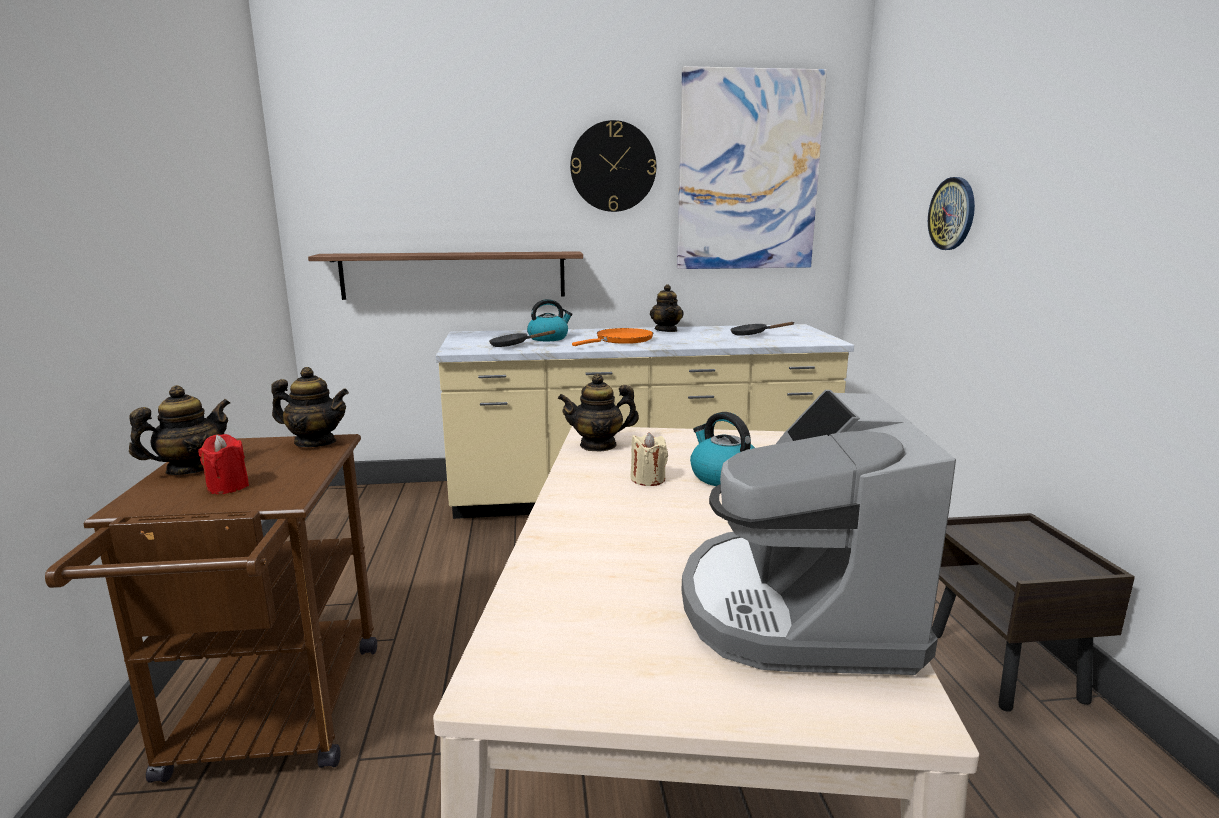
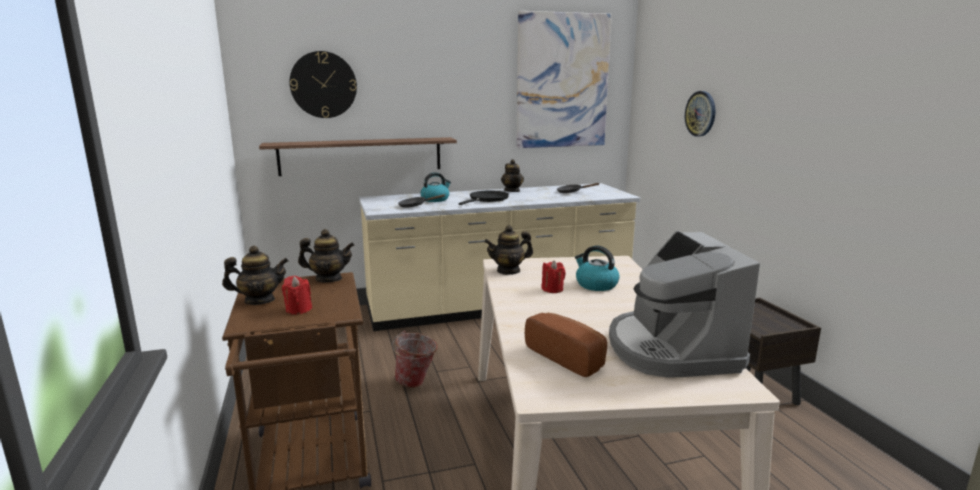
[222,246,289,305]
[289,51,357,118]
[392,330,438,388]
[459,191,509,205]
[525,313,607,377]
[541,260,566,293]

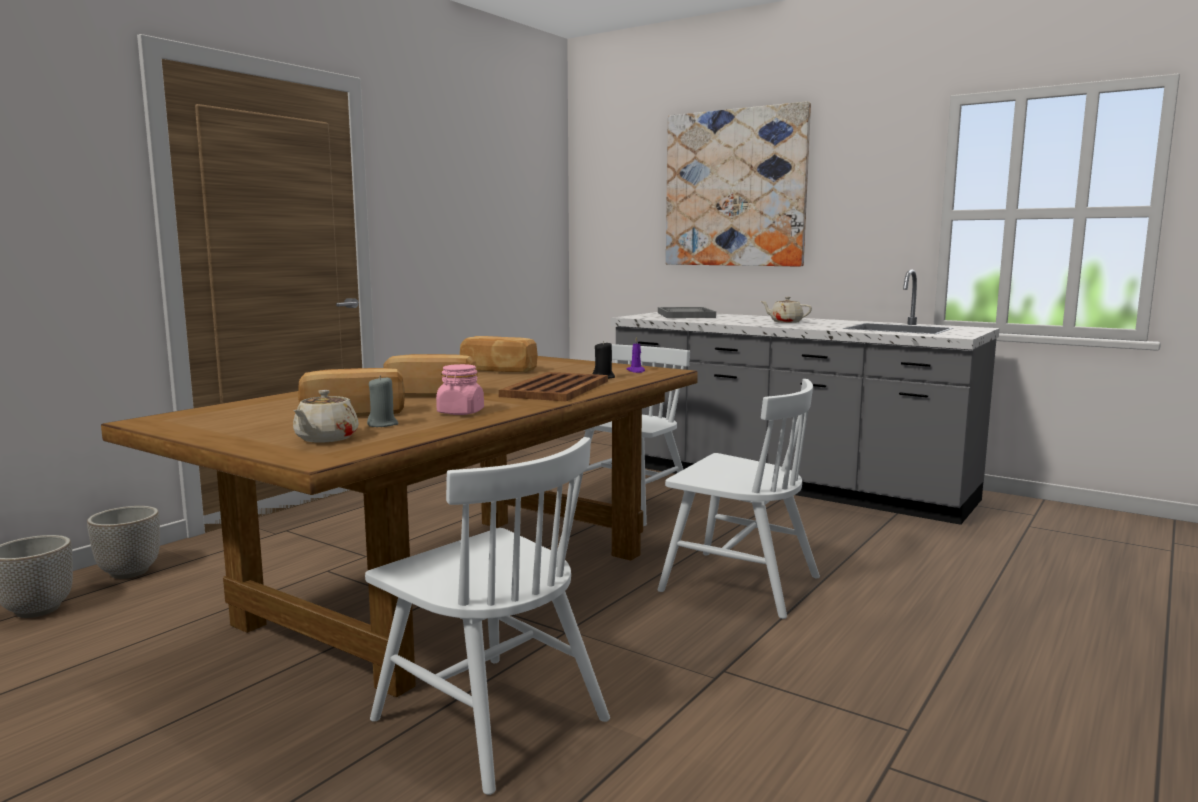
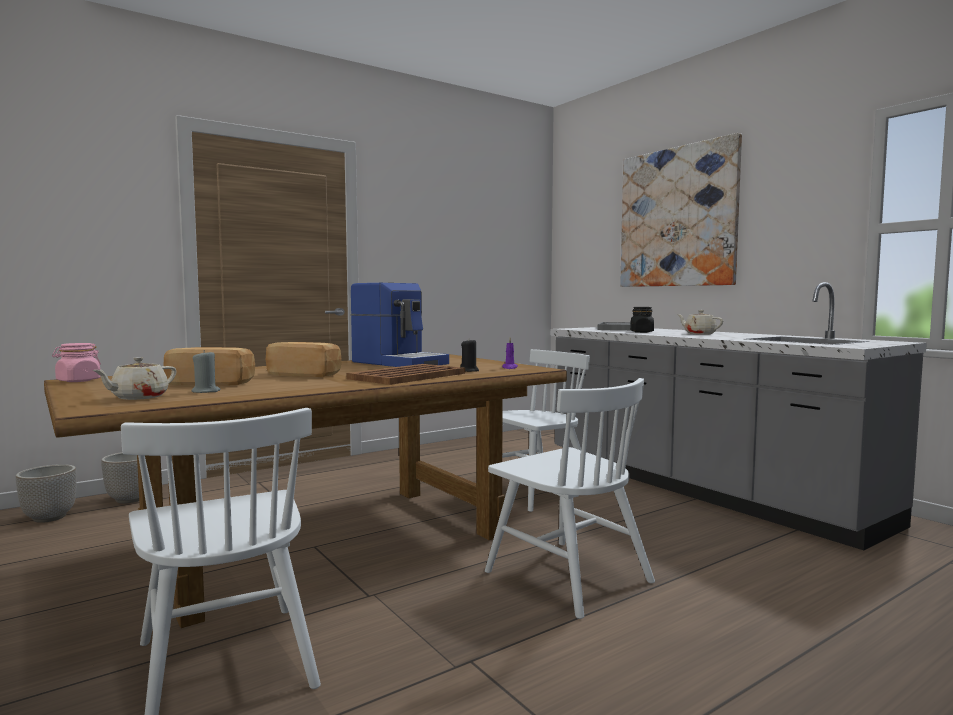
[52,343,101,382]
[351,283,449,367]
[630,307,654,333]

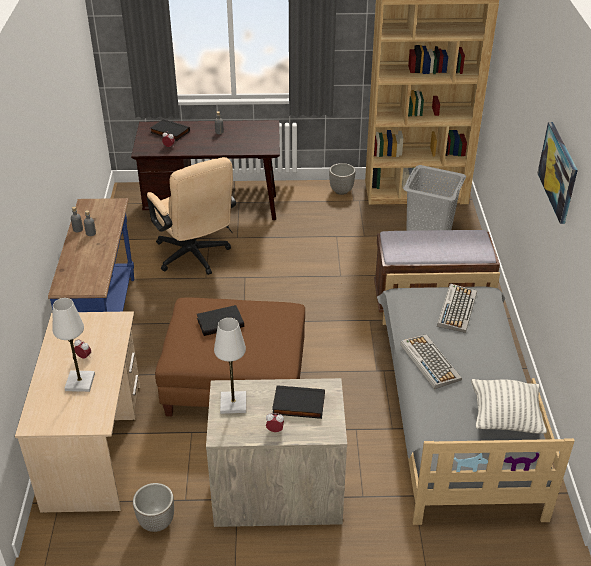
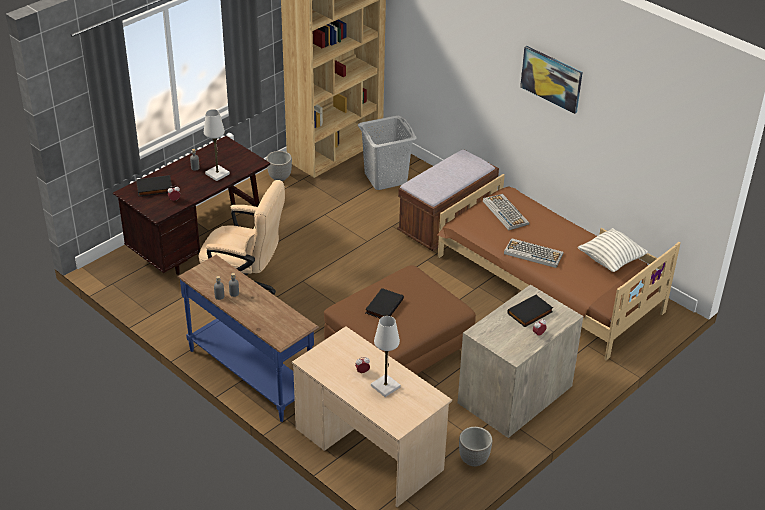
[204,109,230,181]
[437,174,680,360]

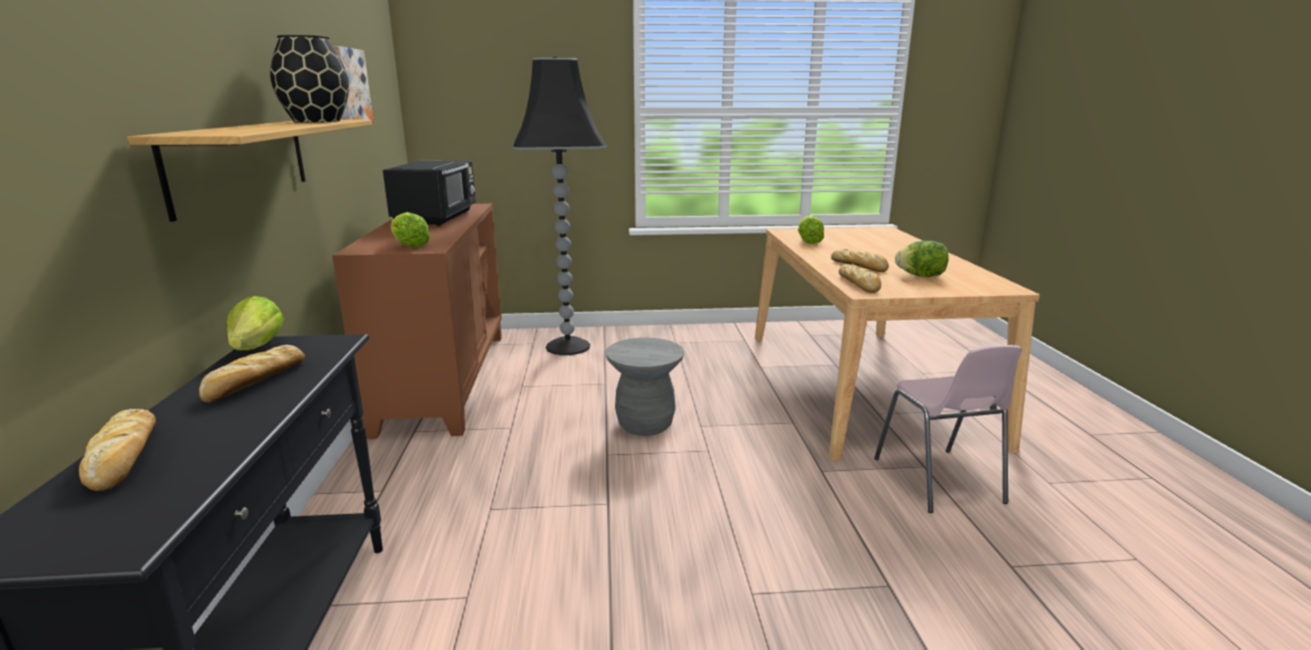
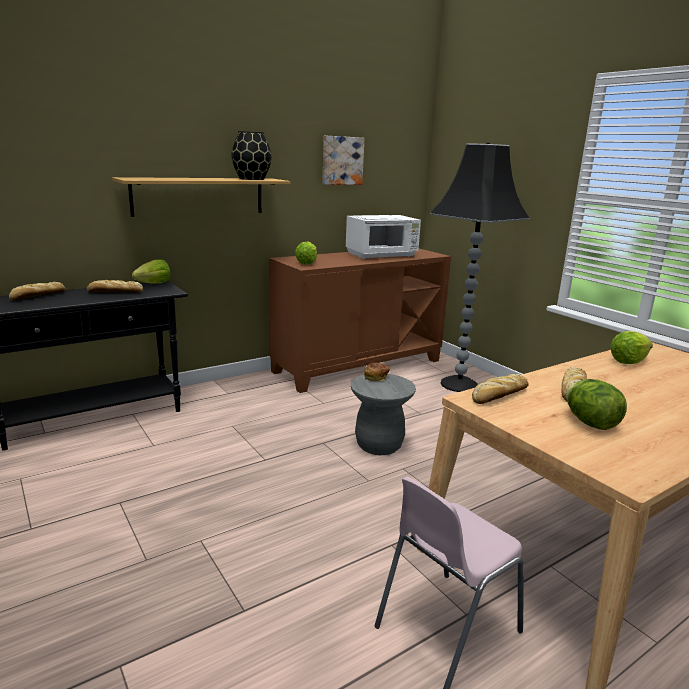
[346,215,421,259]
[364,363,390,381]

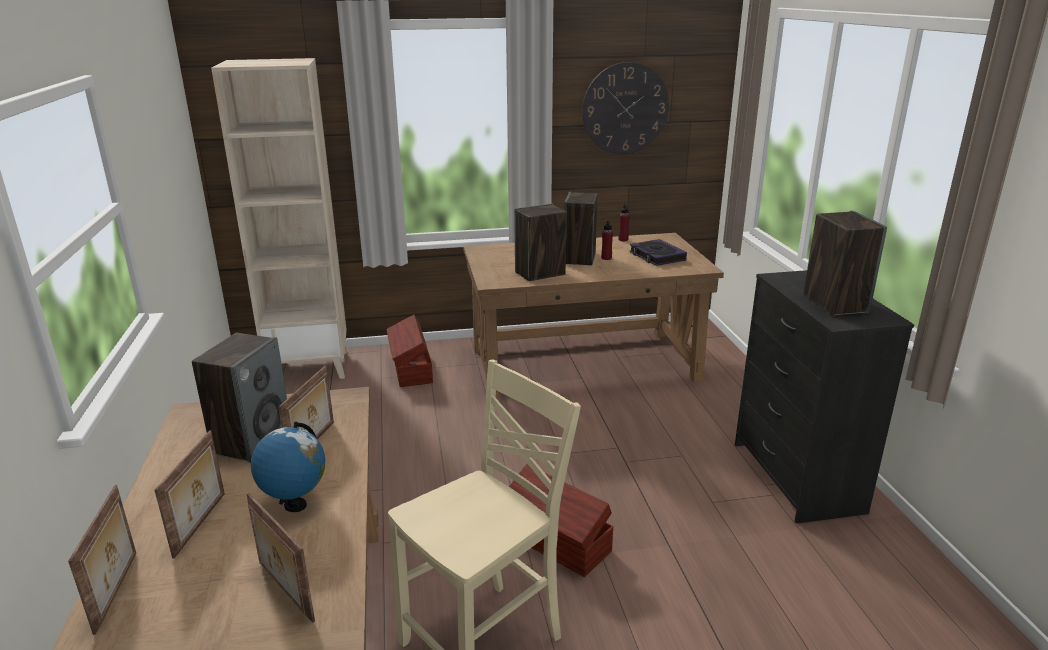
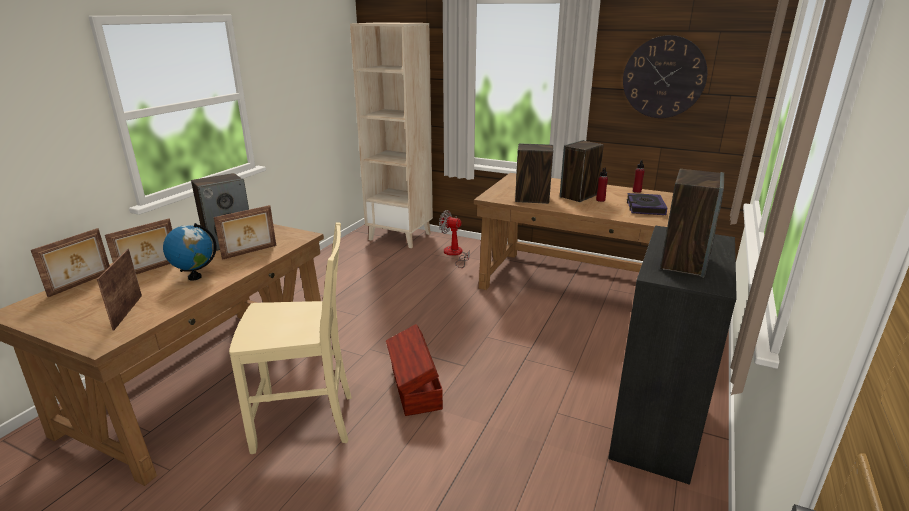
[439,210,470,268]

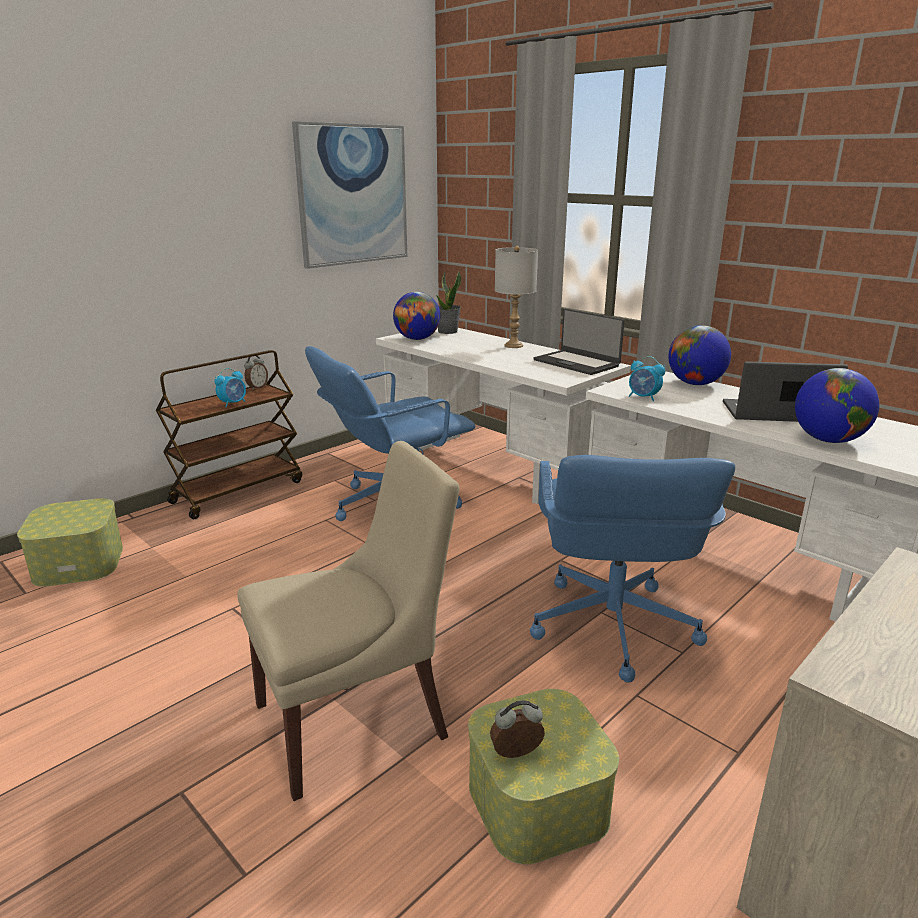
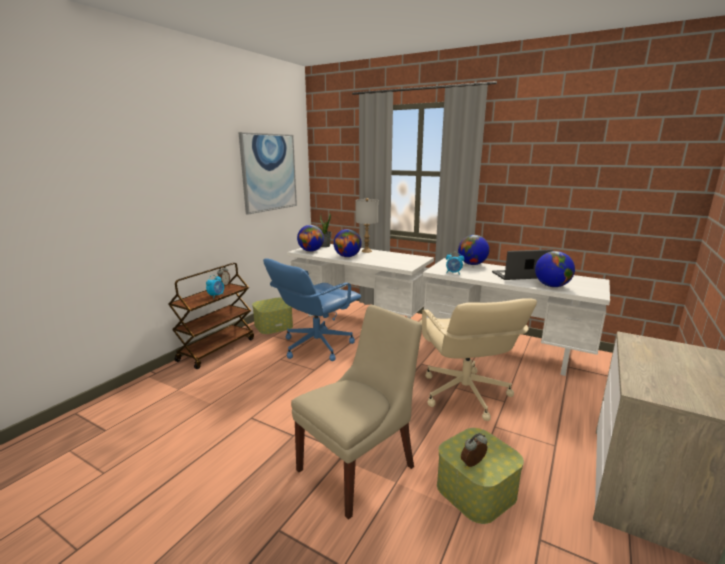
[252,298,293,334]
[333,229,362,257]
[419,298,537,421]
[533,308,625,375] (first image)

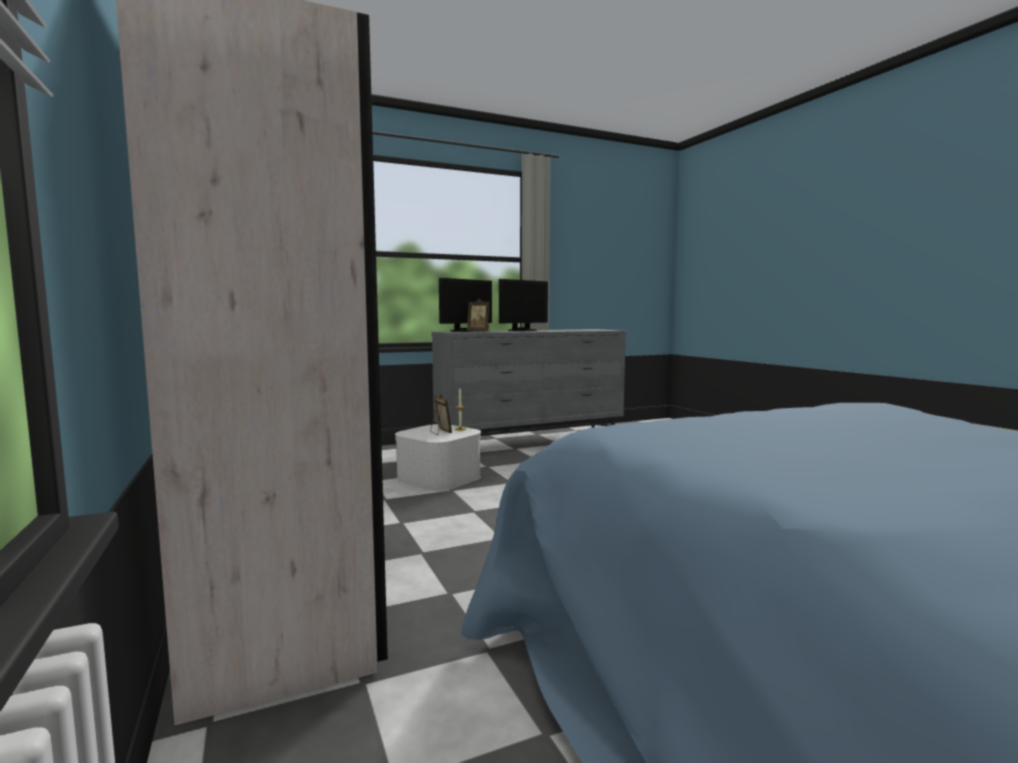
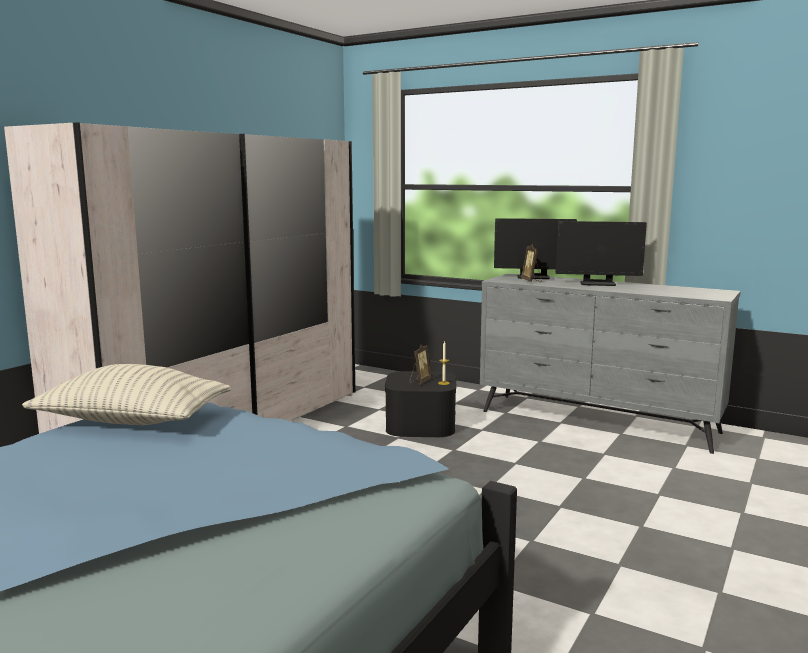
[22,364,231,425]
[385,371,457,437]

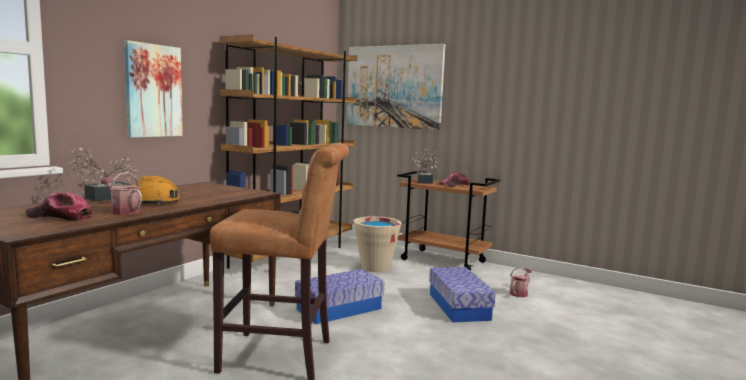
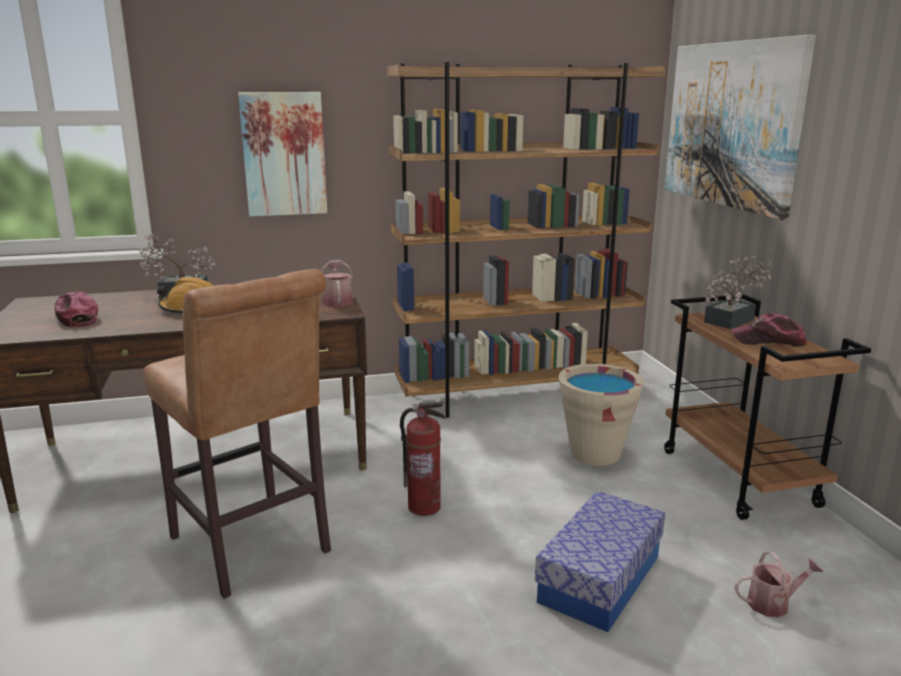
[321,260,353,307]
[400,401,446,516]

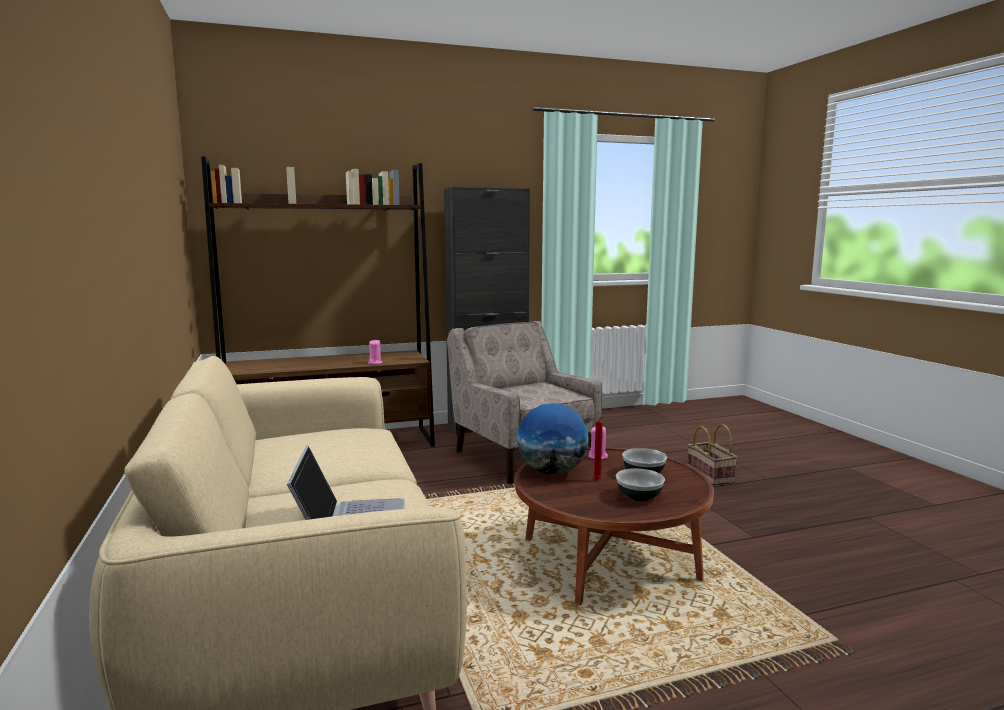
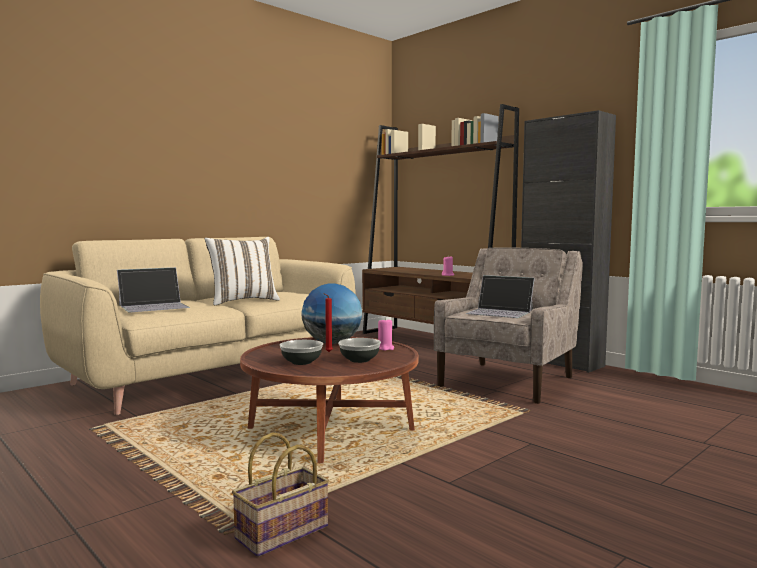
[205,237,280,305]
[232,433,329,557]
[466,275,535,318]

